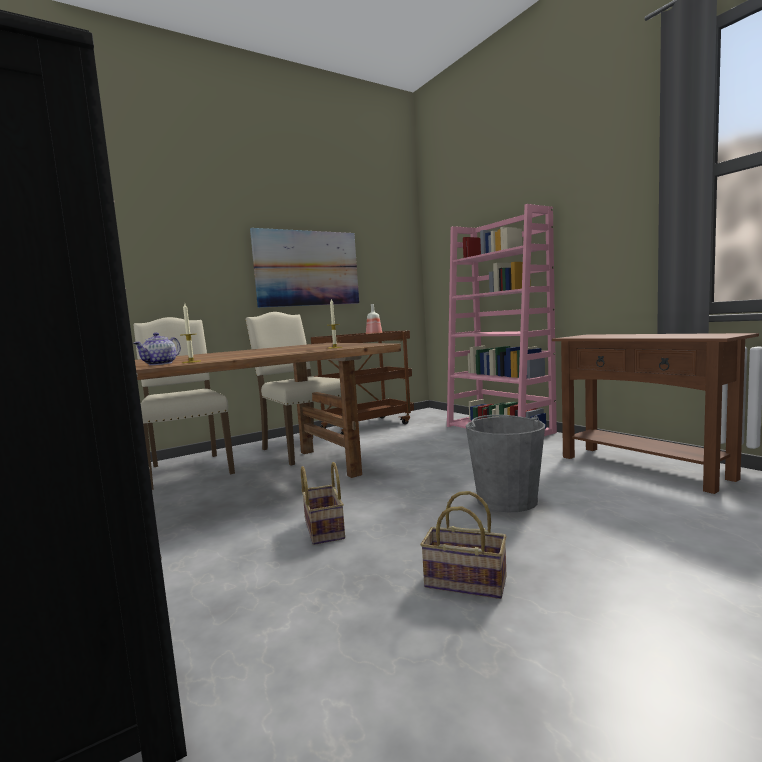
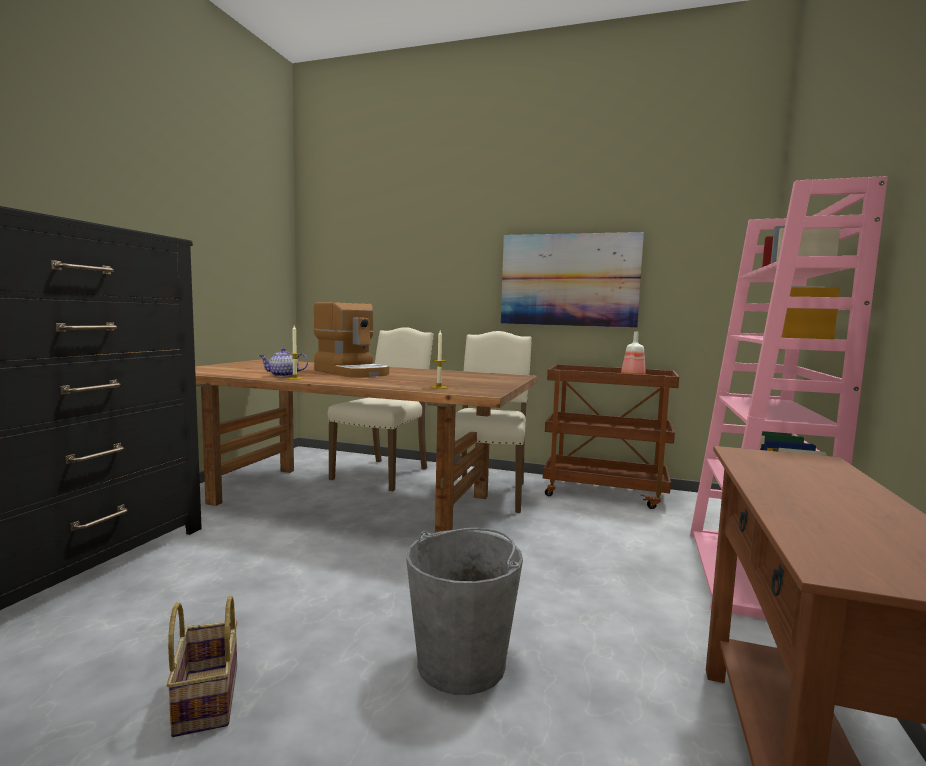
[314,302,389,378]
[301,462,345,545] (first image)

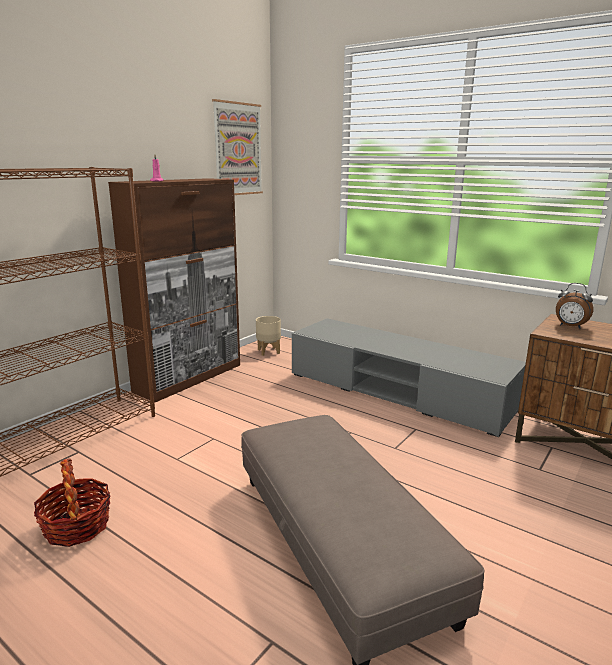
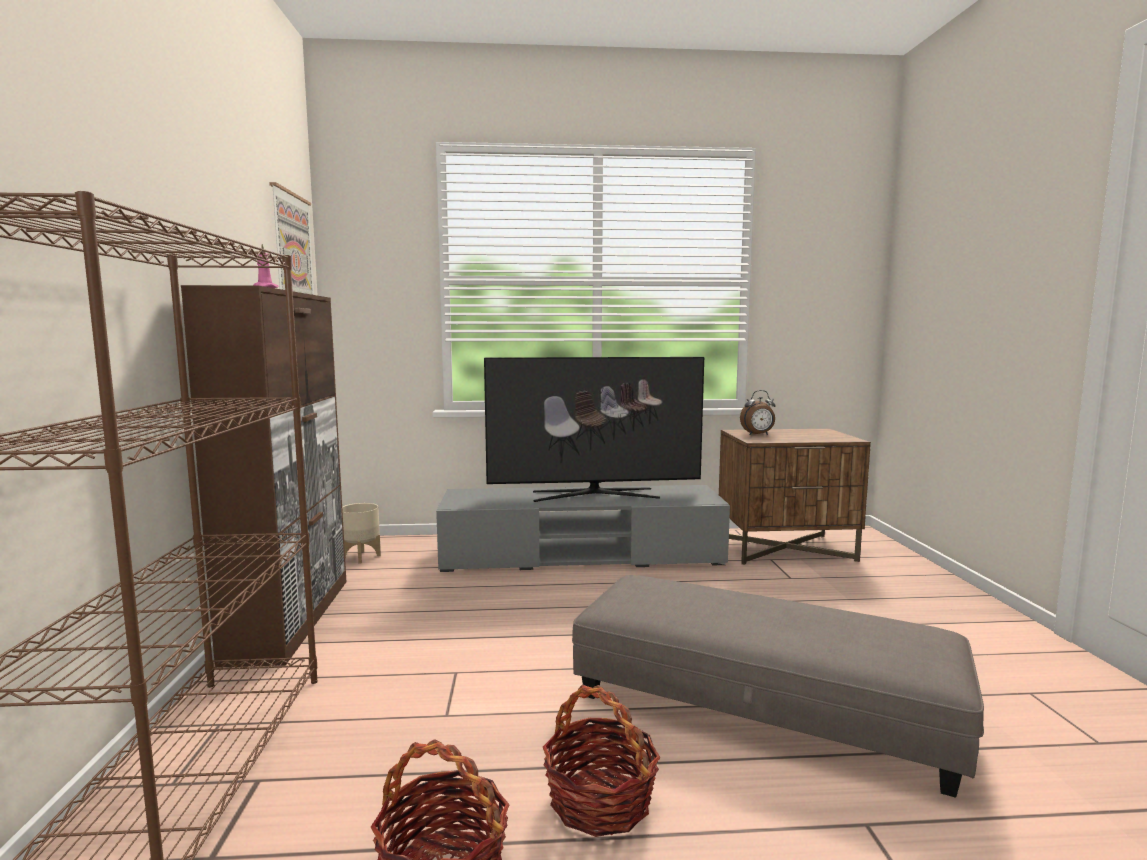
[484,357,704,502]
[543,685,661,837]

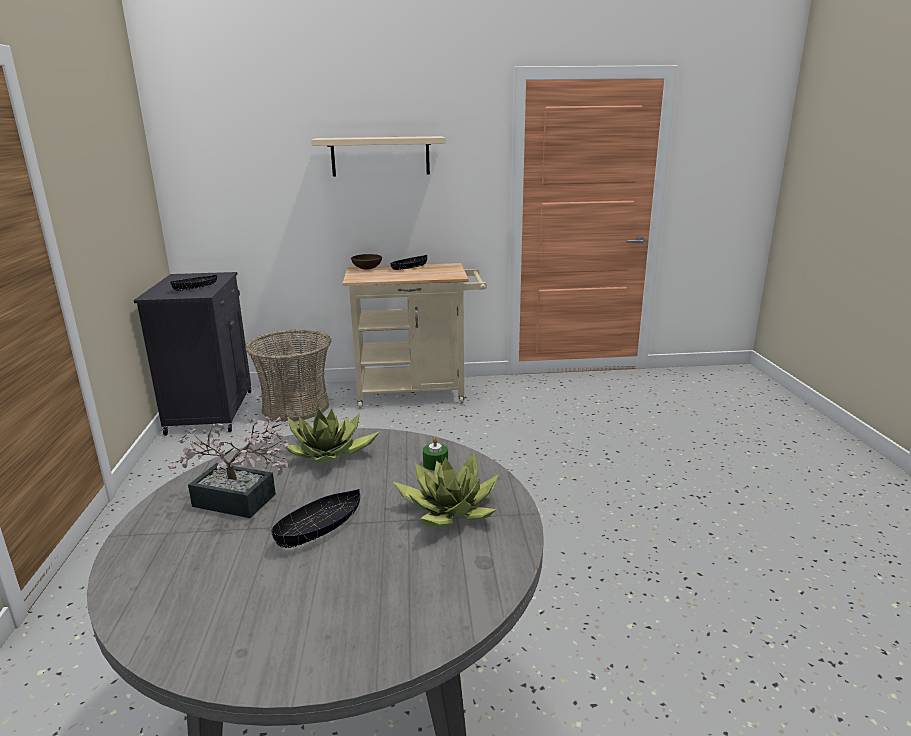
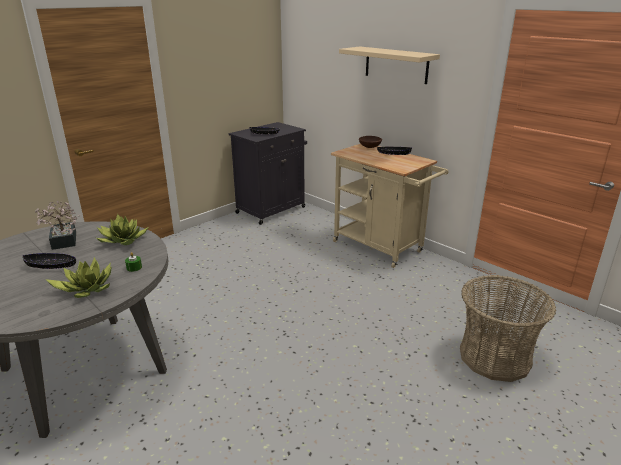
[460,275,556,382]

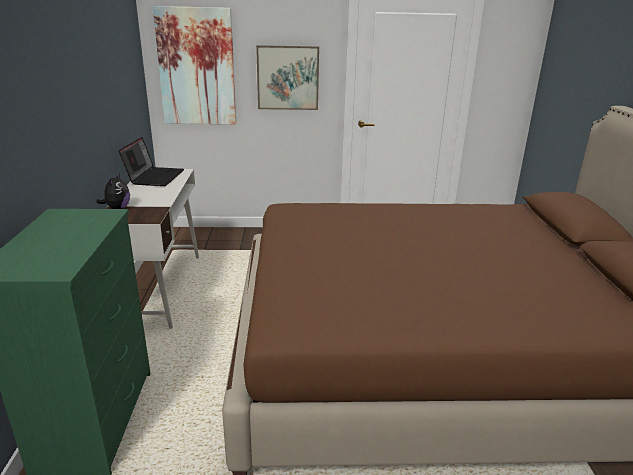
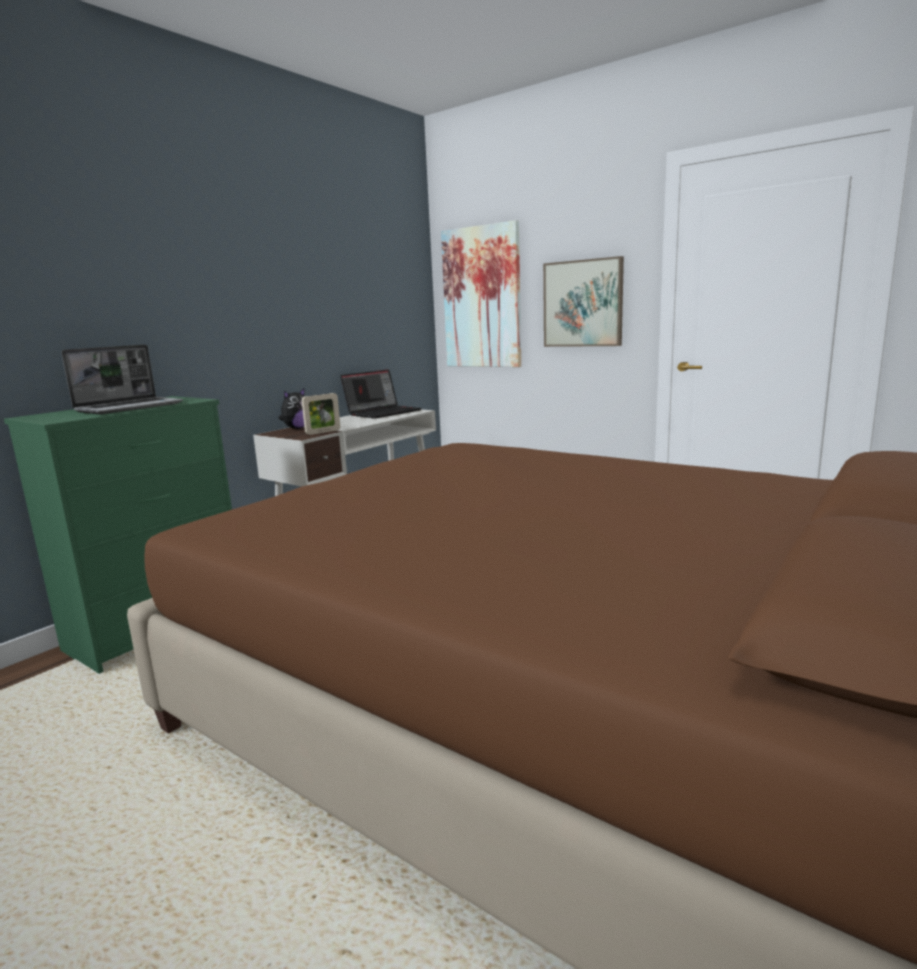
[61,344,183,414]
[302,393,340,435]

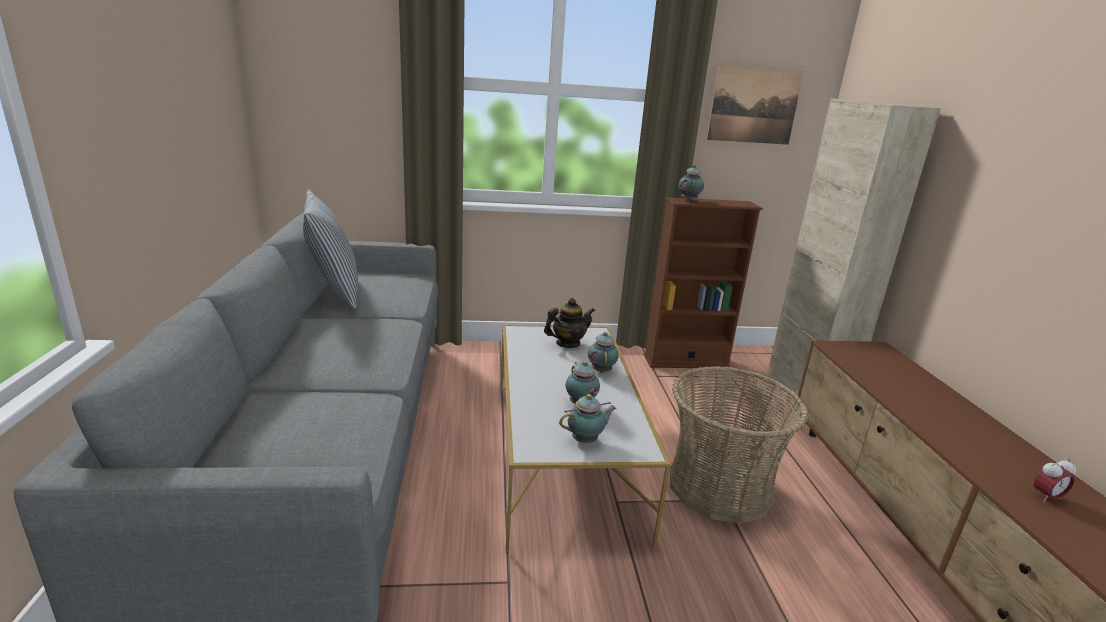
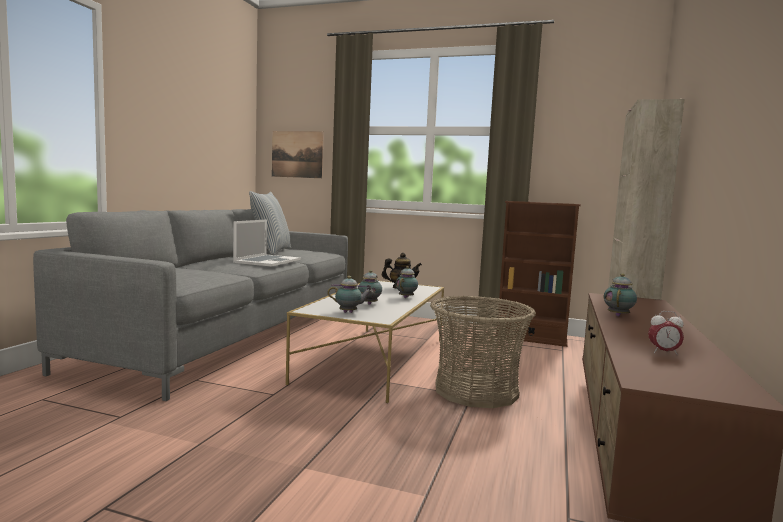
[233,219,301,267]
[272,131,324,178]
[604,273,637,317]

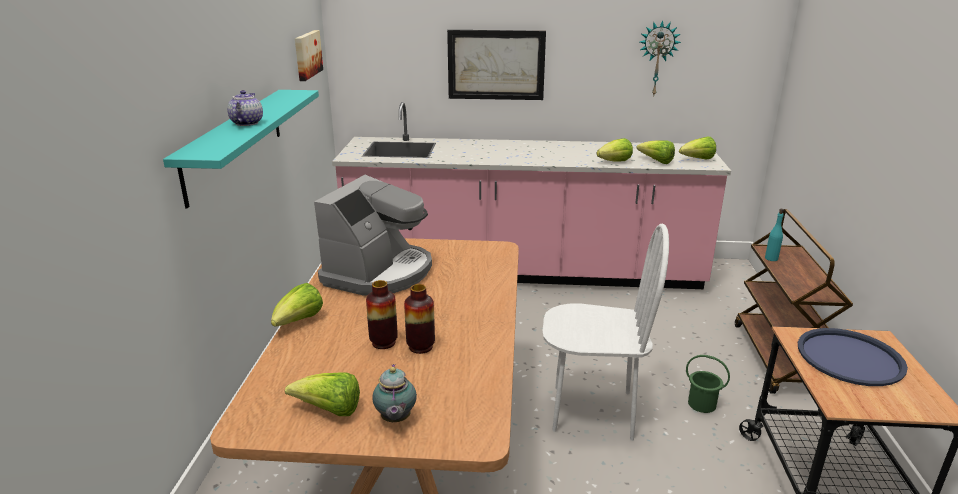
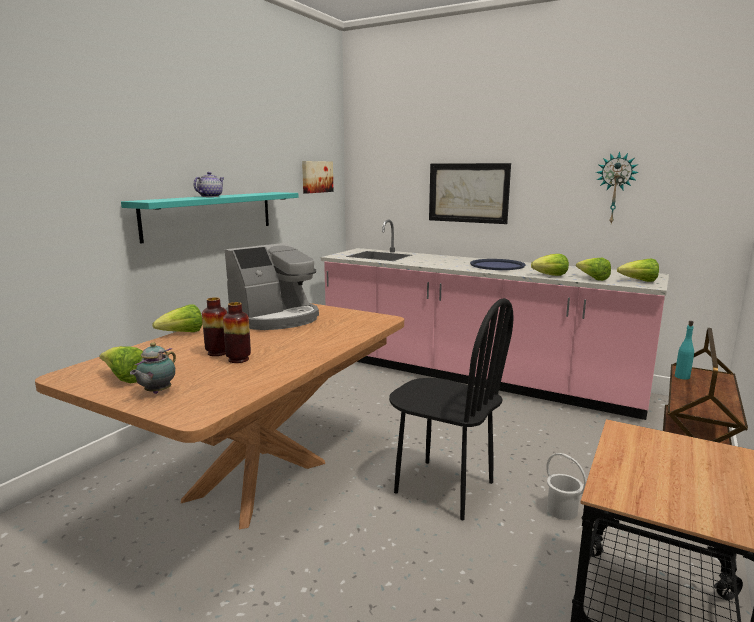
[389,298,514,520]
[470,259,526,270]
[546,453,587,520]

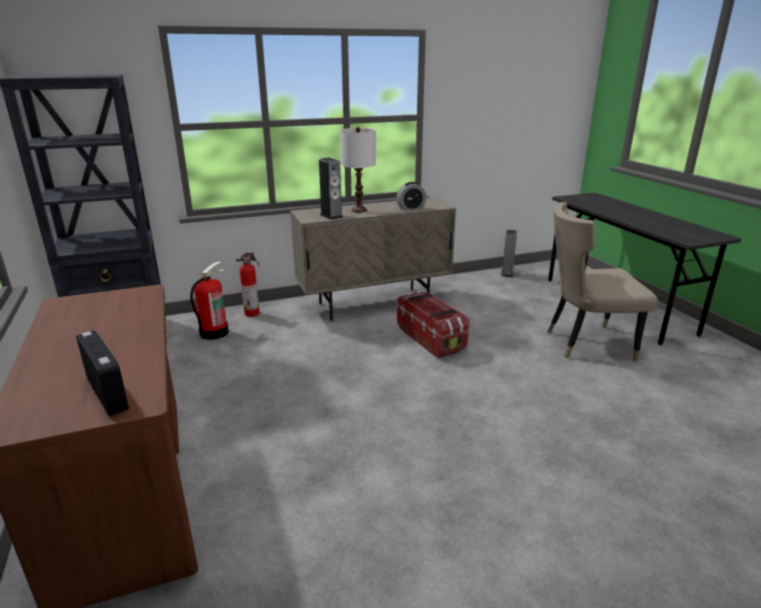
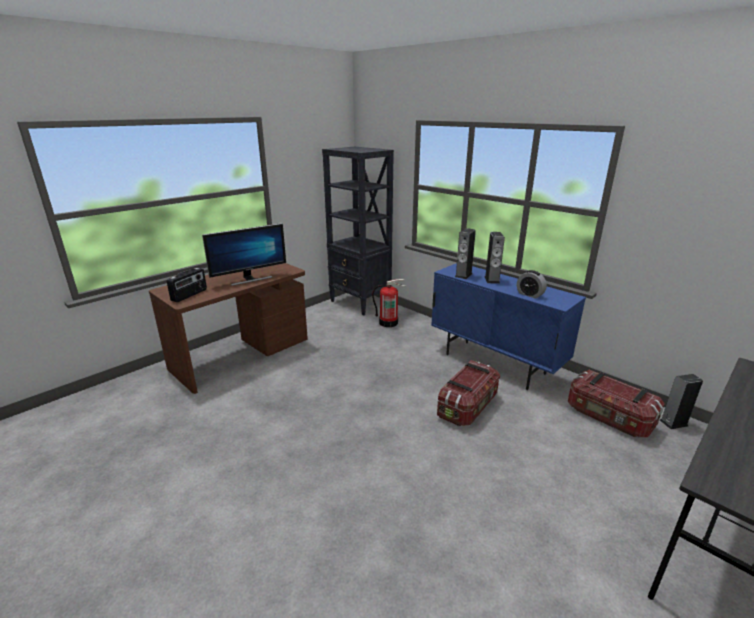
[202,223,286,286]
[431,263,586,390]
[484,232,505,284]
[568,370,664,437]
[236,252,260,317] (first image)
[547,202,658,361] (first image)

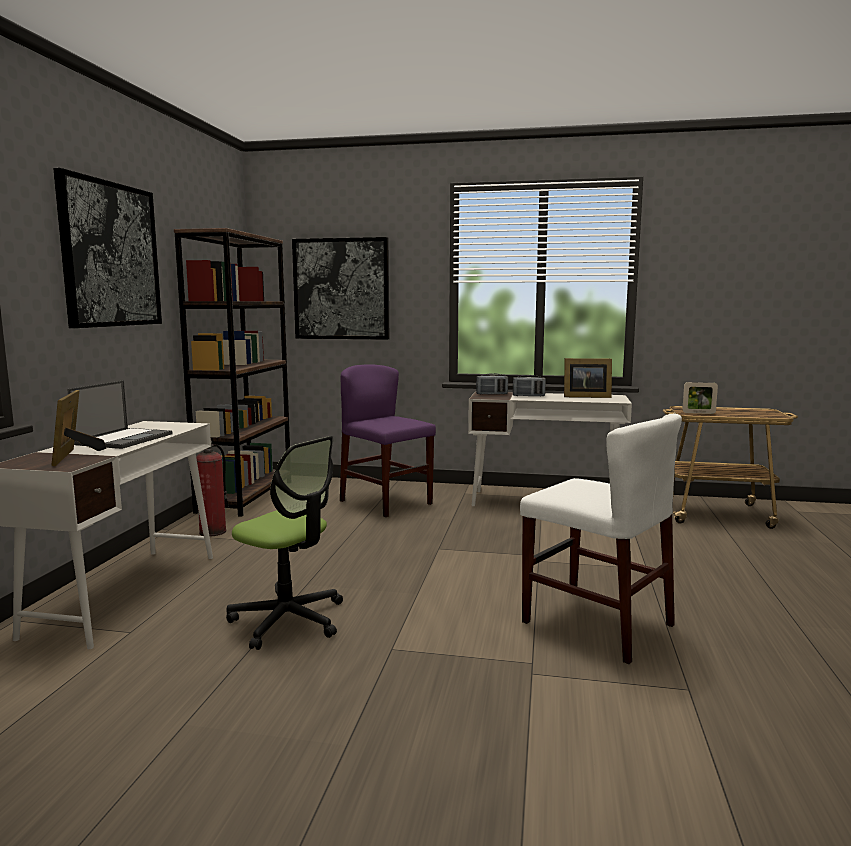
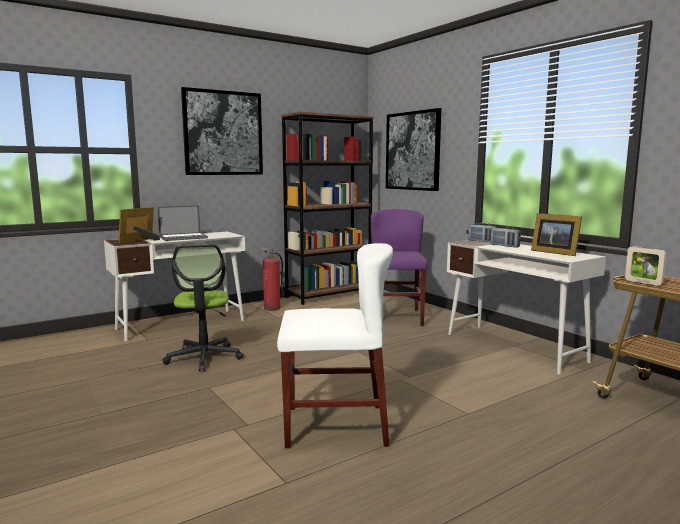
[277,243,393,448]

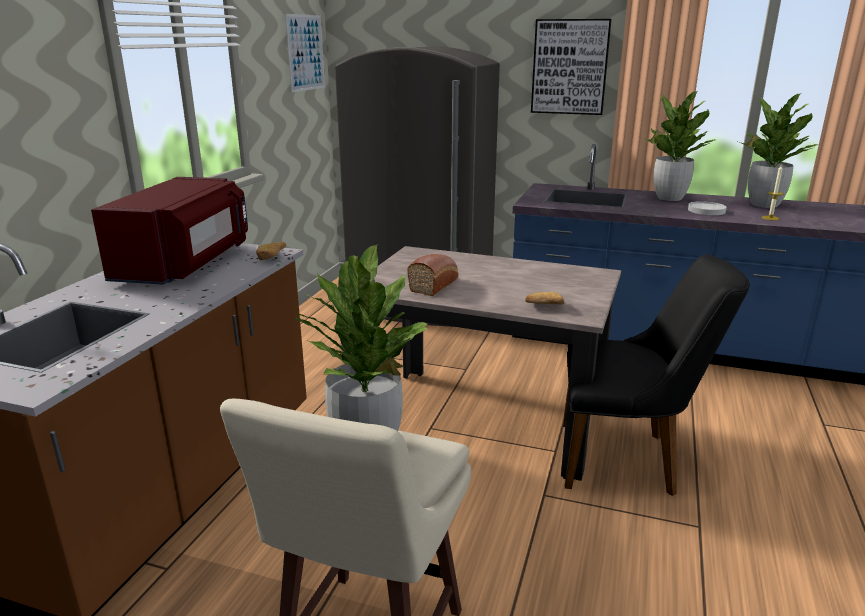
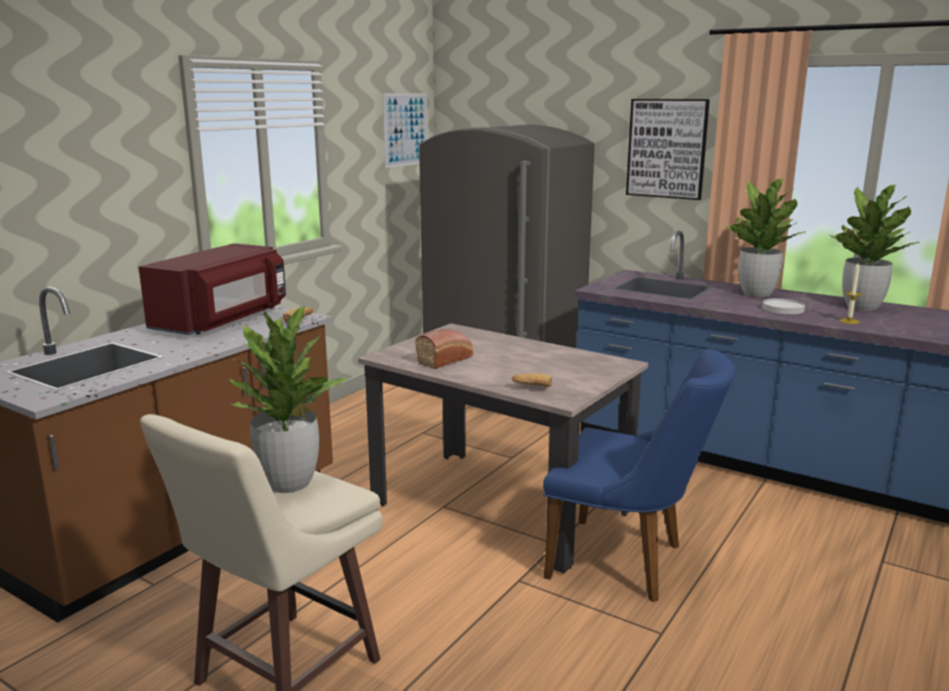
[543,350,735,602]

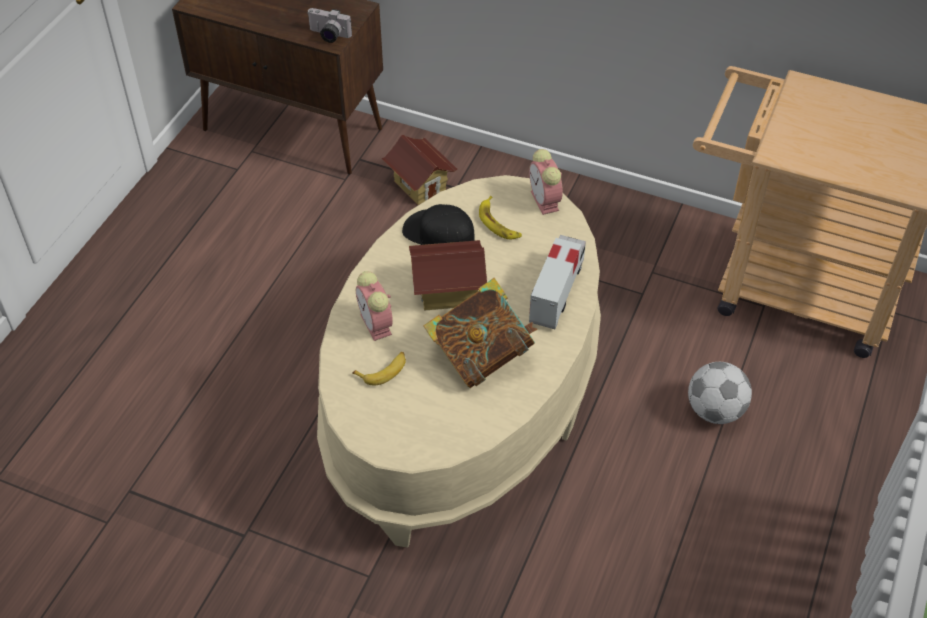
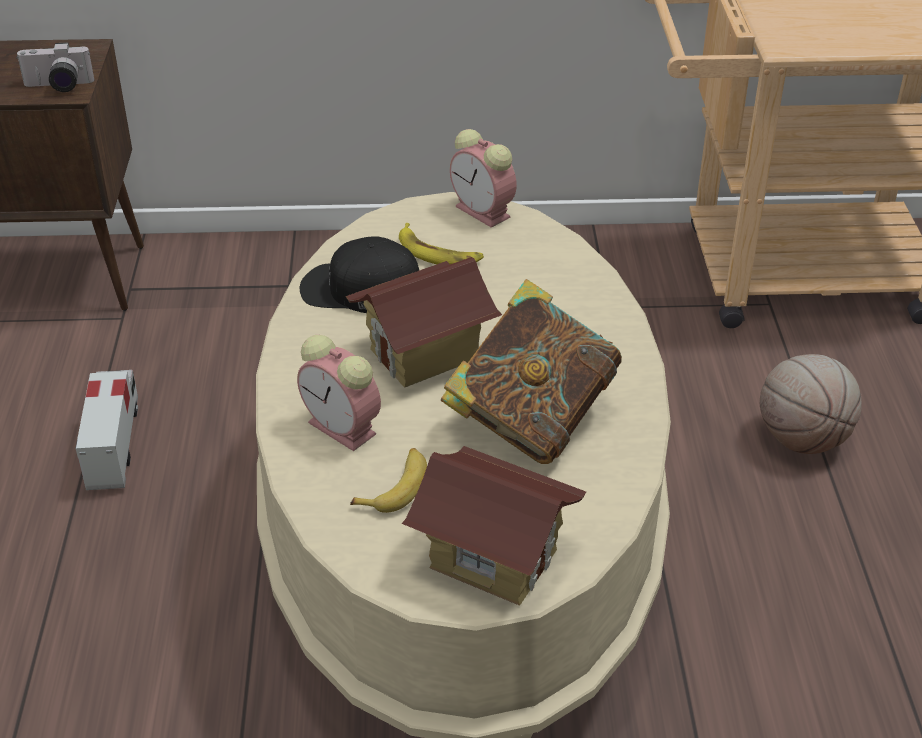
[75,370,138,490]
[401,446,586,606]
[760,354,862,454]

